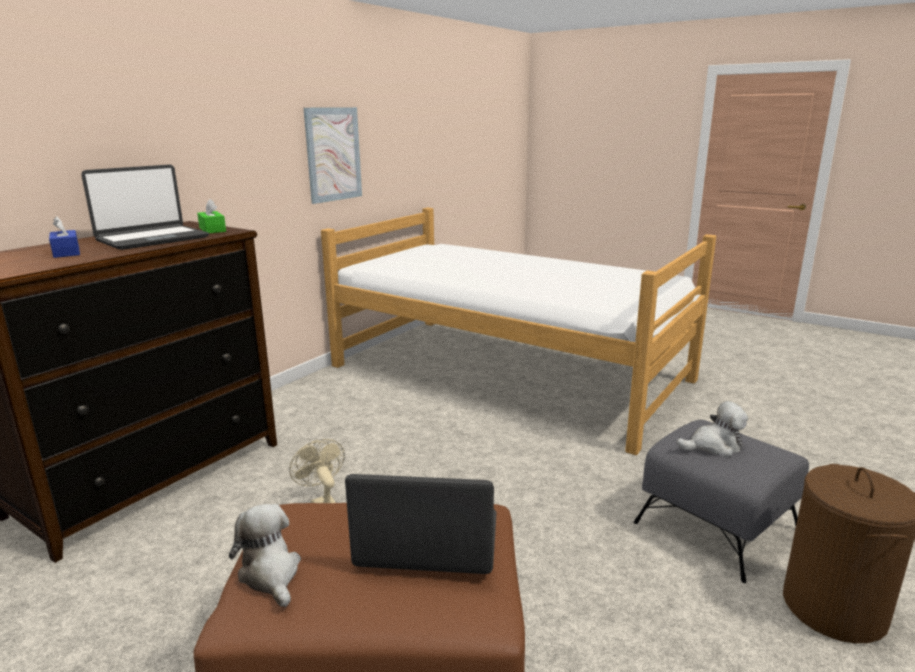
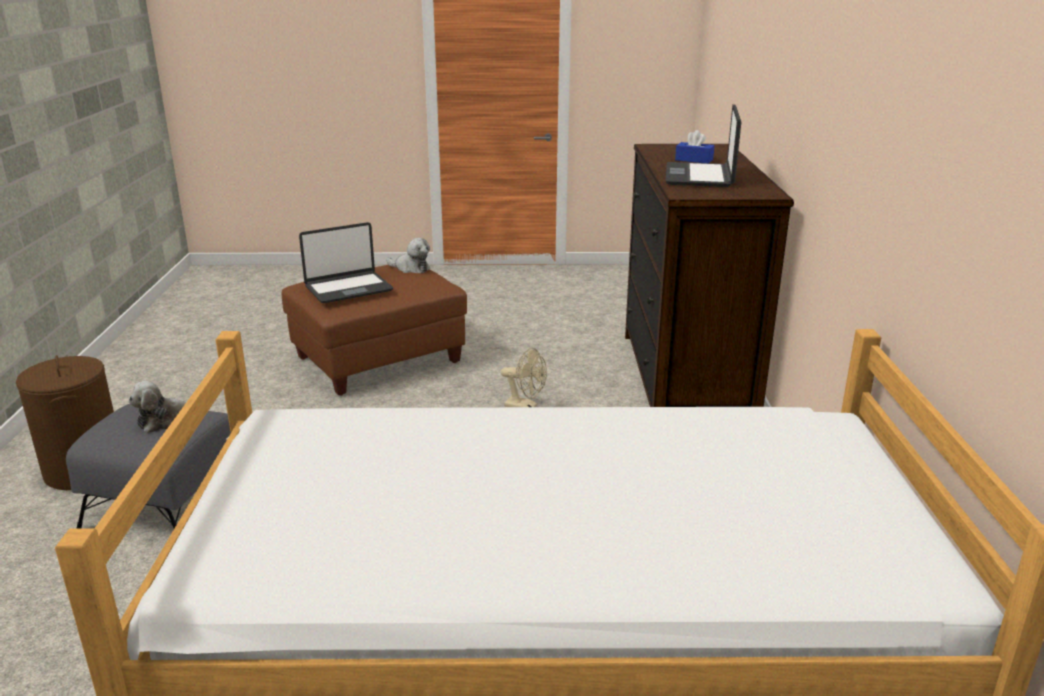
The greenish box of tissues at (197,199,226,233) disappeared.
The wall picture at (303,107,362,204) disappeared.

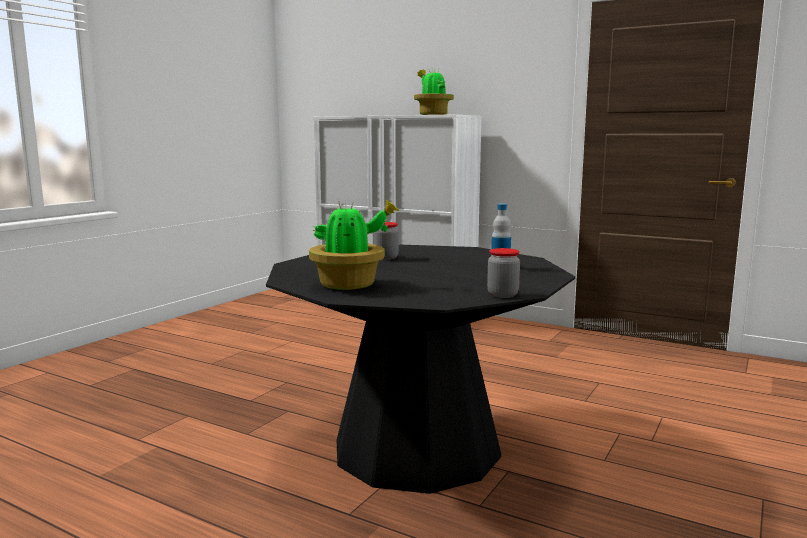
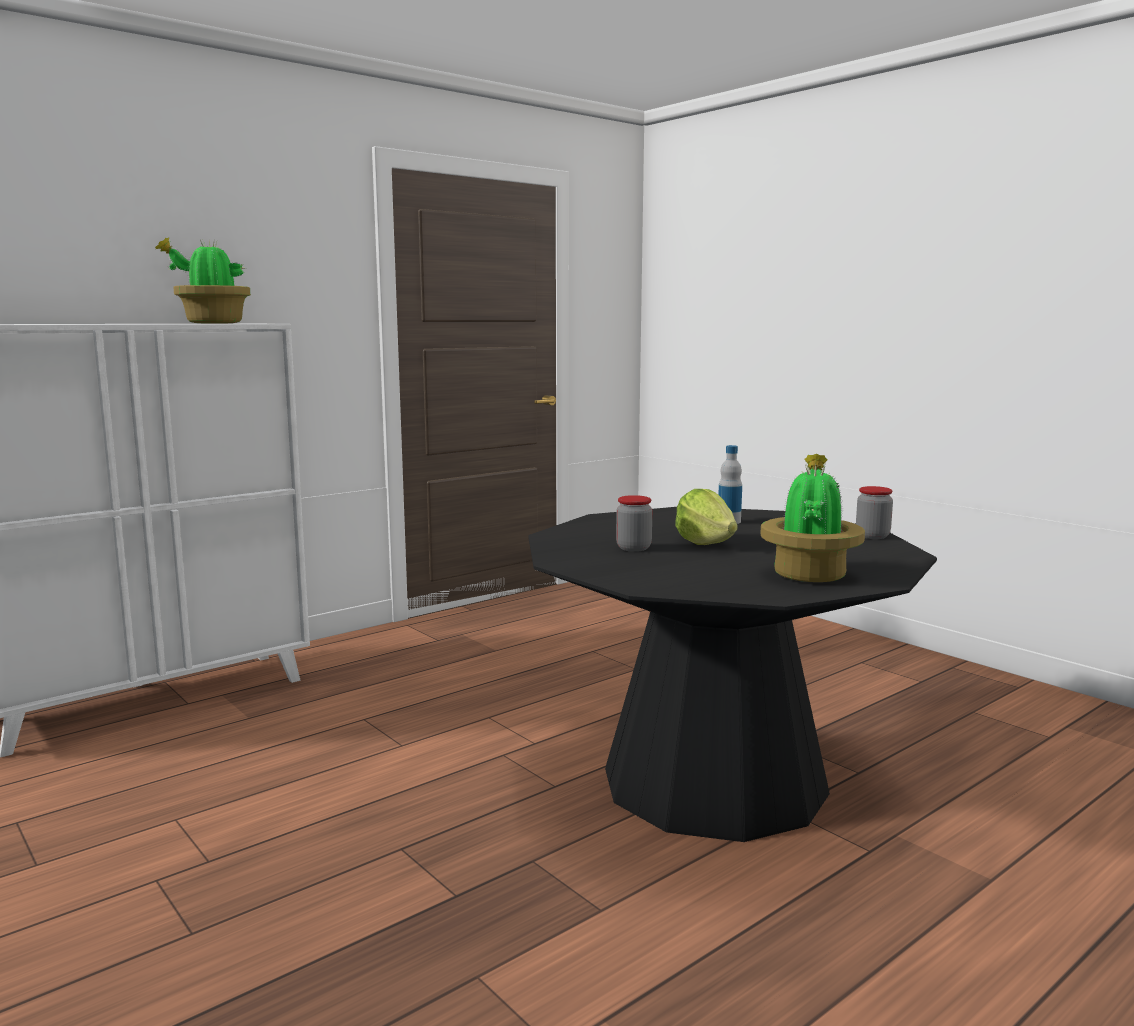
The lettuce at (676,489,738,545) appeared.

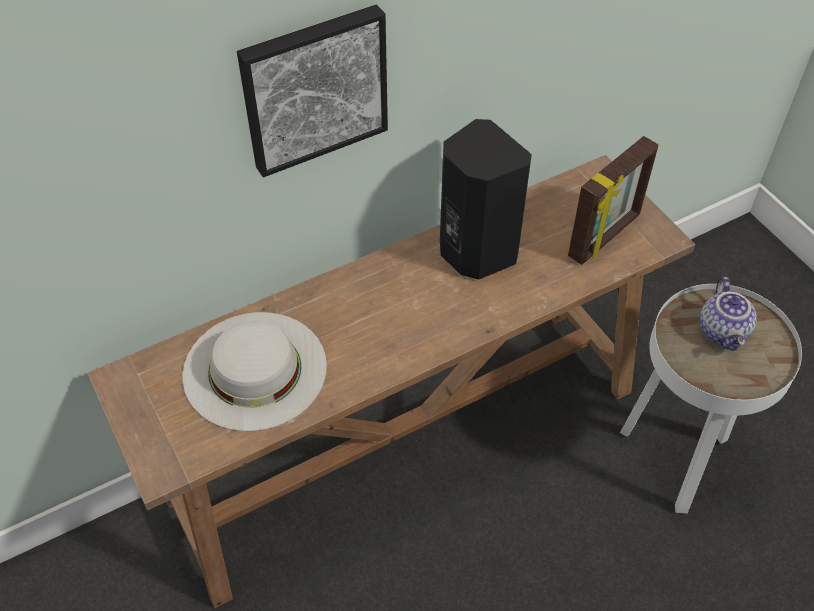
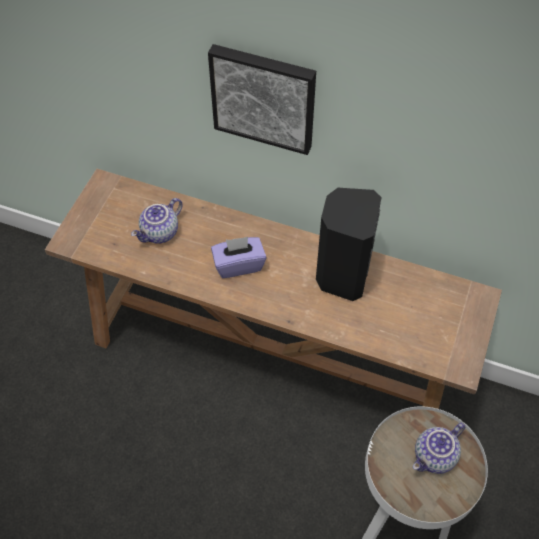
The white-coloured clothing hat at (183,312,327,431) was replaced by the pot for tea at (131,198,183,244).
The picture frame at (568,136,658,265) disappeared.
The purplish box of tissues at (211,237,267,278) appeared.

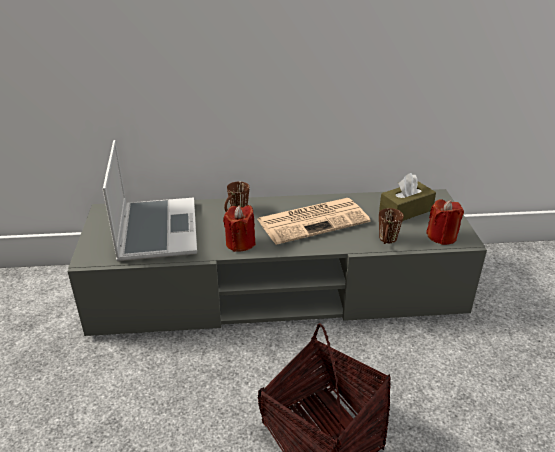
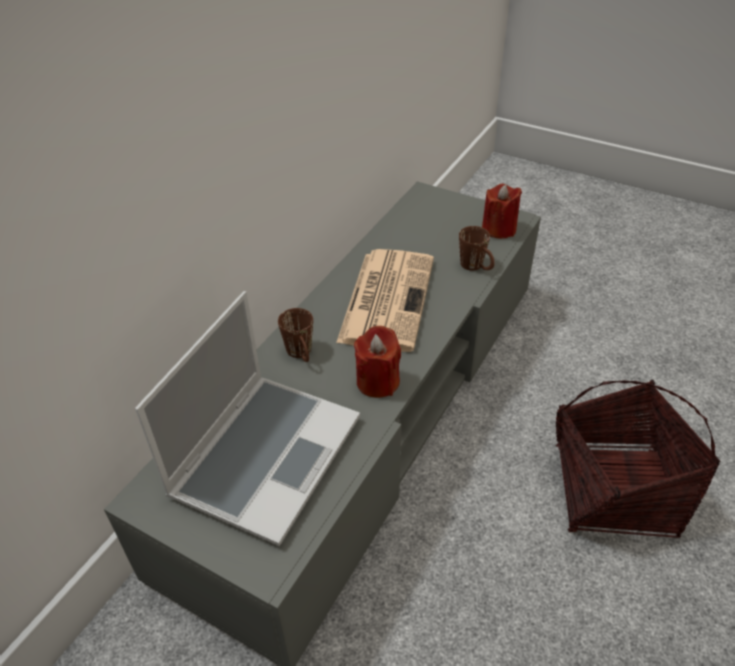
The notebook computer at (103,140,197,261) turned 90 degrees clockwise.
The brownish box of tissues at (379,173,436,221) disappeared.

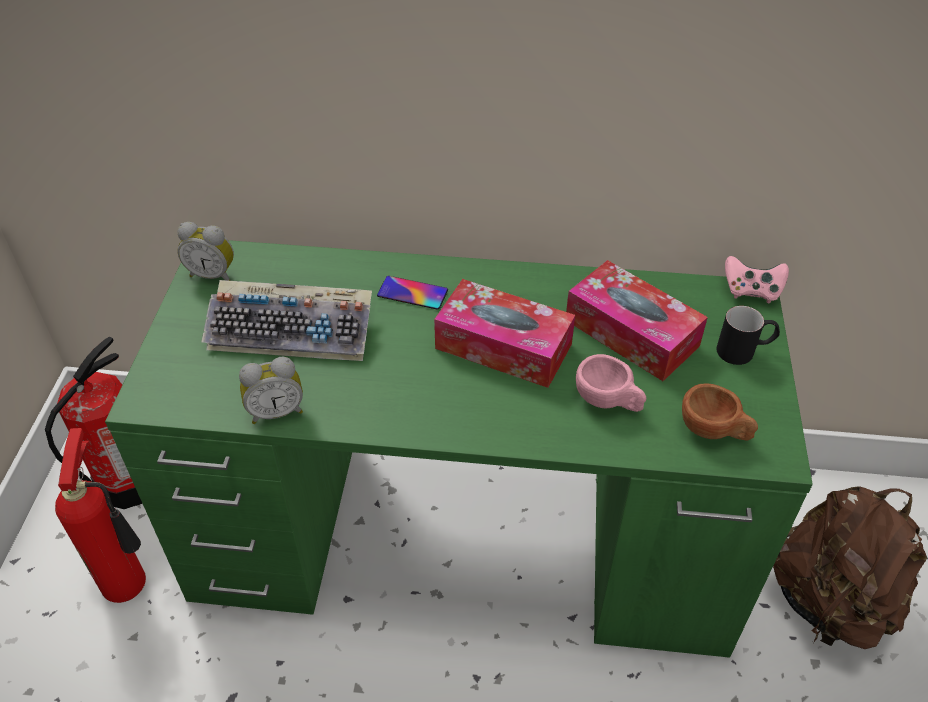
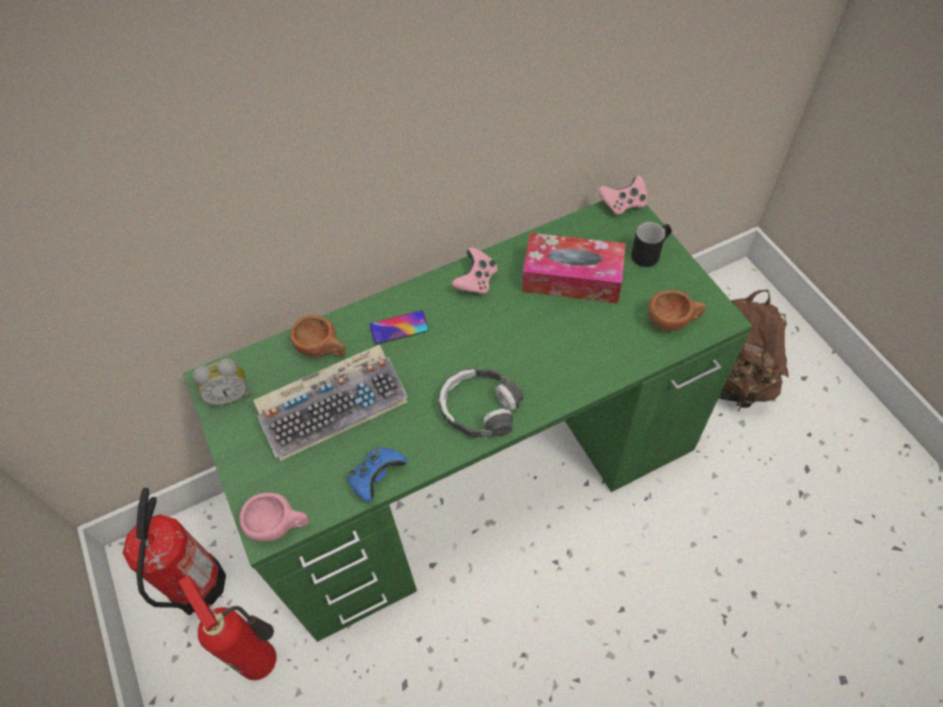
The bedside clock at (239,357,303,424) was replaced by the blue-coloured game controller at (347,447,407,502).
The box of tissues at (434,279,575,388) disappeared.
The pinkish small cup moved from (576,354,646,412) to (239,493,309,541).
The brownish small cup at (290,315,346,357) appeared.
The headset at (438,368,524,438) appeared.
The pinkish game controller at (452,248,498,295) appeared.

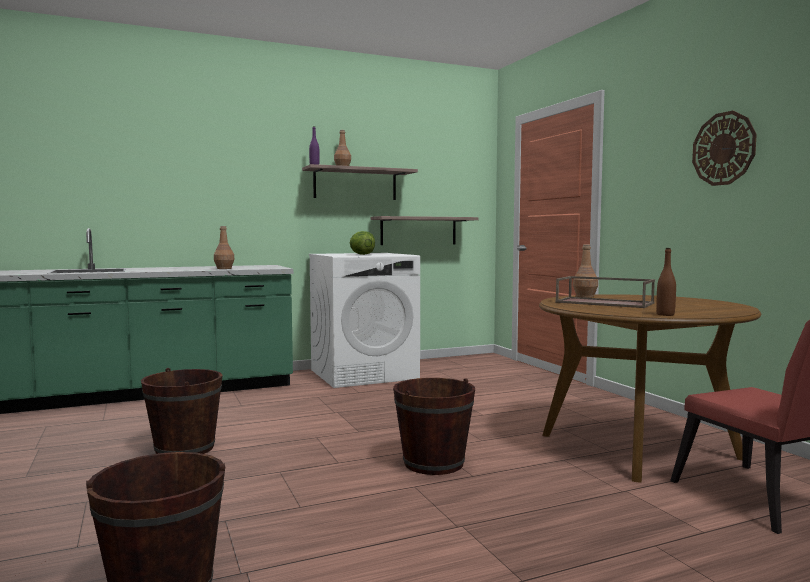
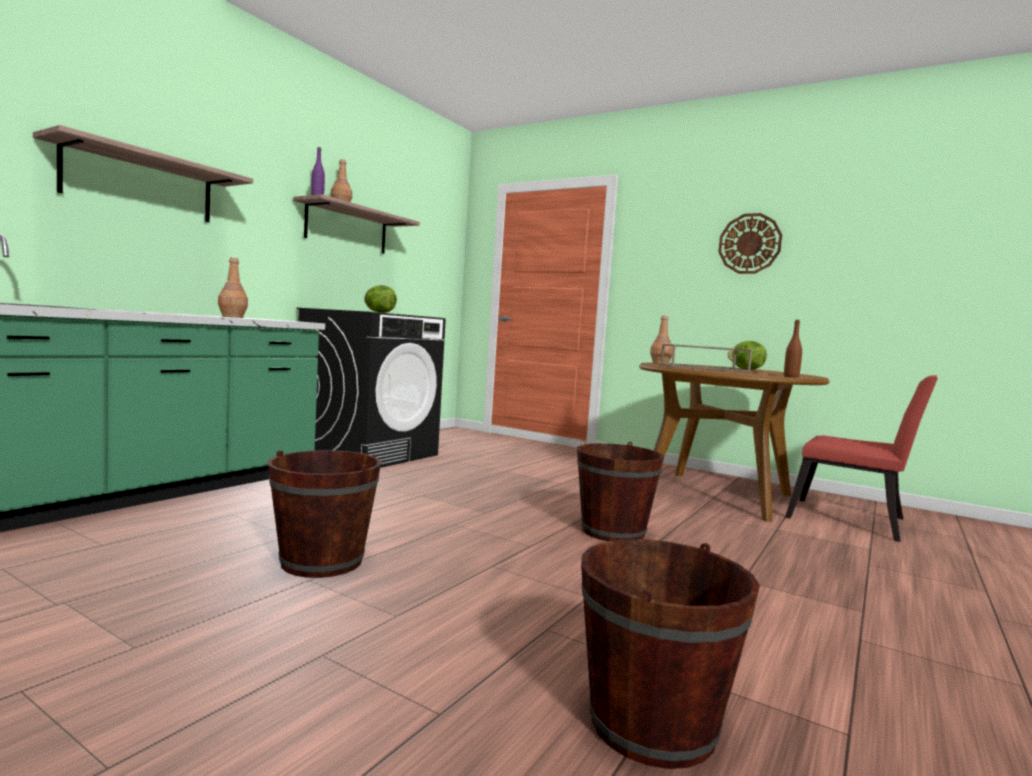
The white-coloured washing machine at (309,253,420,388) became the blackish washing machine at (297,308,446,468).
The wall shelf moved from (370,216,479,245) to (33,125,253,222).
The lettuce at (727,341,767,370) appeared.

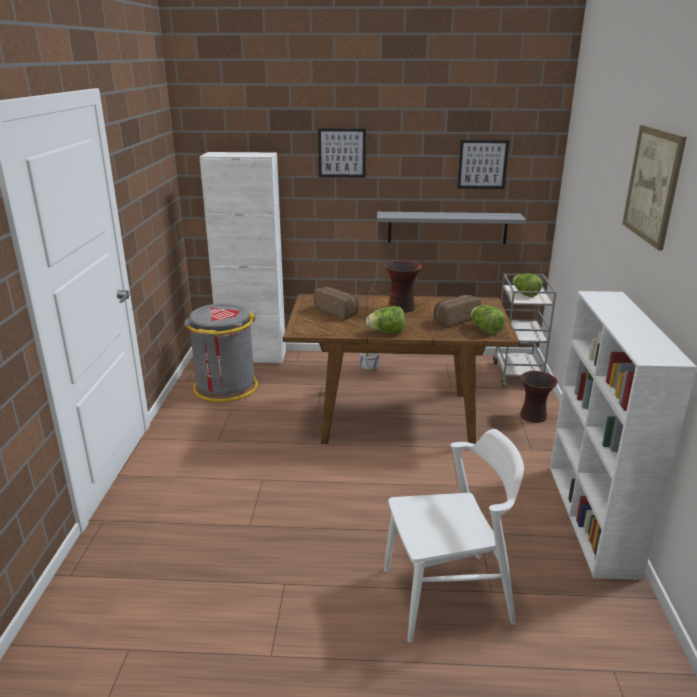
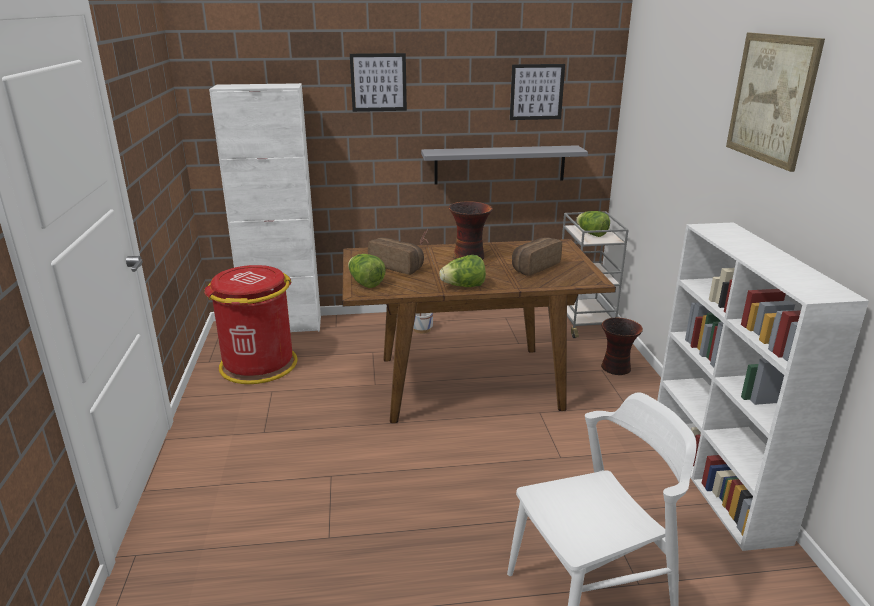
The greyish waste bin at (184,303,258,402) became the red waste bin at (204,265,298,384).
The lettuce moved from (471,305,505,335) to (348,254,386,288).

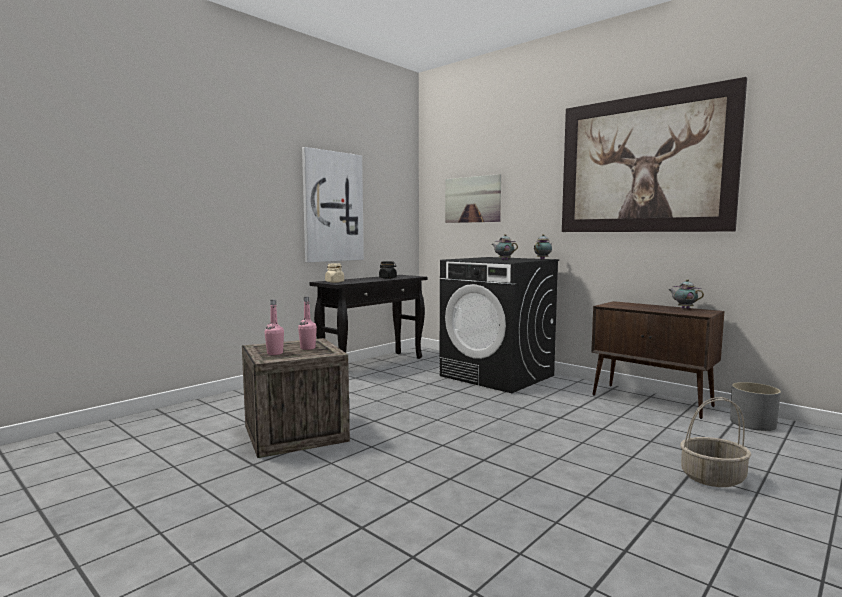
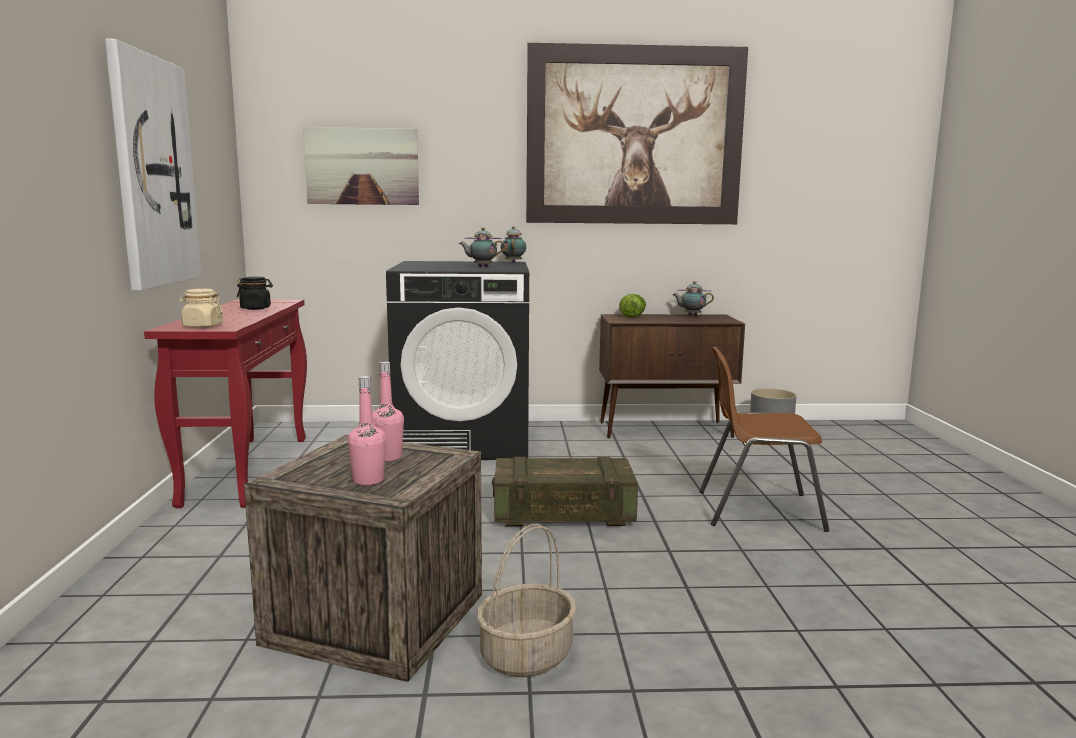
The blackish hall table at (309,275,427,359) became the red hall table at (144,299,307,508).
The basket moved from (680,397,751,487) to (477,524,577,677).
The crate at (492,457,638,526) appeared.
The lettuce at (619,294,646,318) appeared.
The brownish upright chair at (699,347,829,532) appeared.

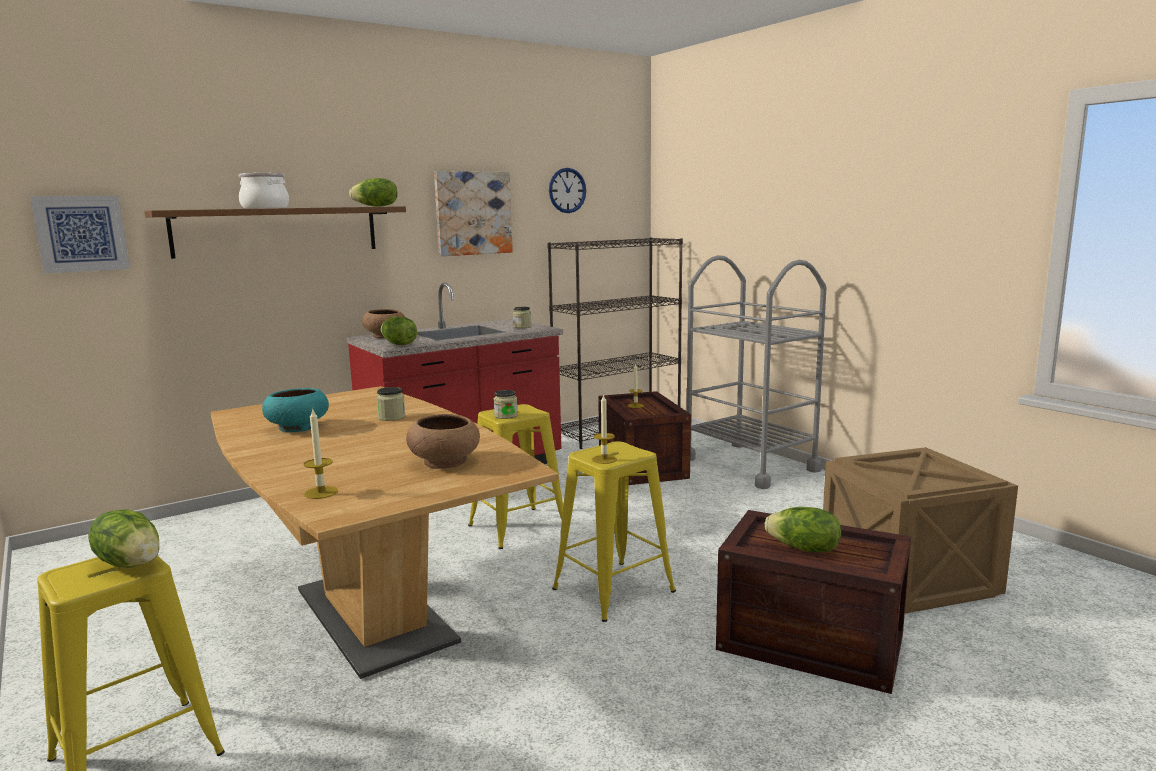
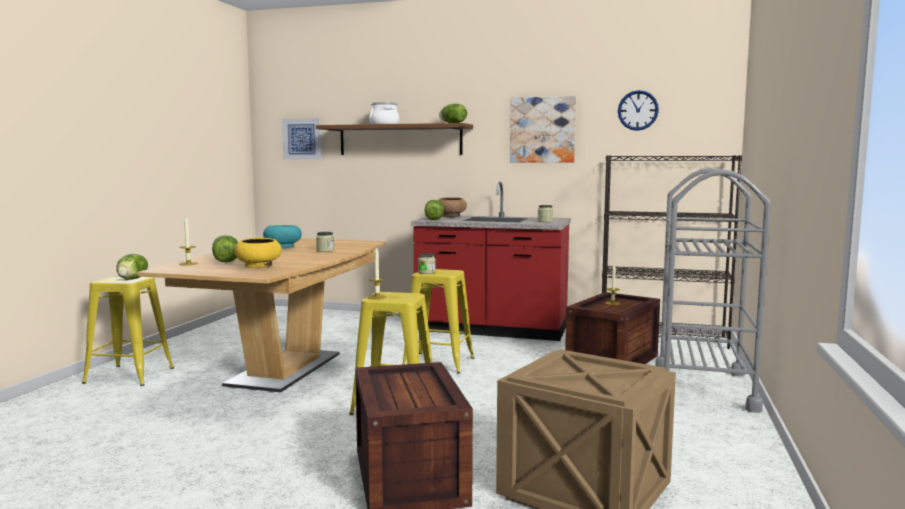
The brownish bowl at (406,414,480,469) became the yellow bowl at (235,238,282,268).
The lettuce moved from (765,507,841,552) to (212,235,238,263).

